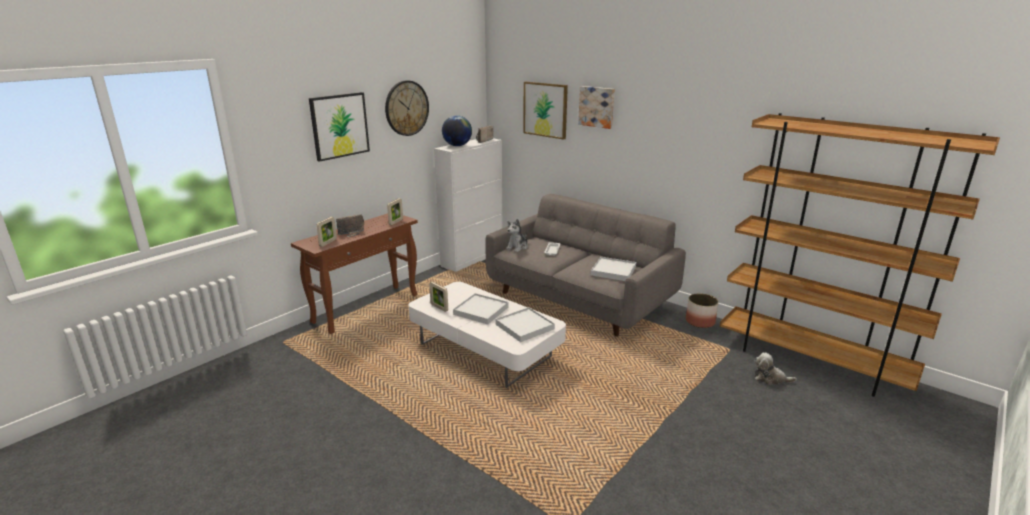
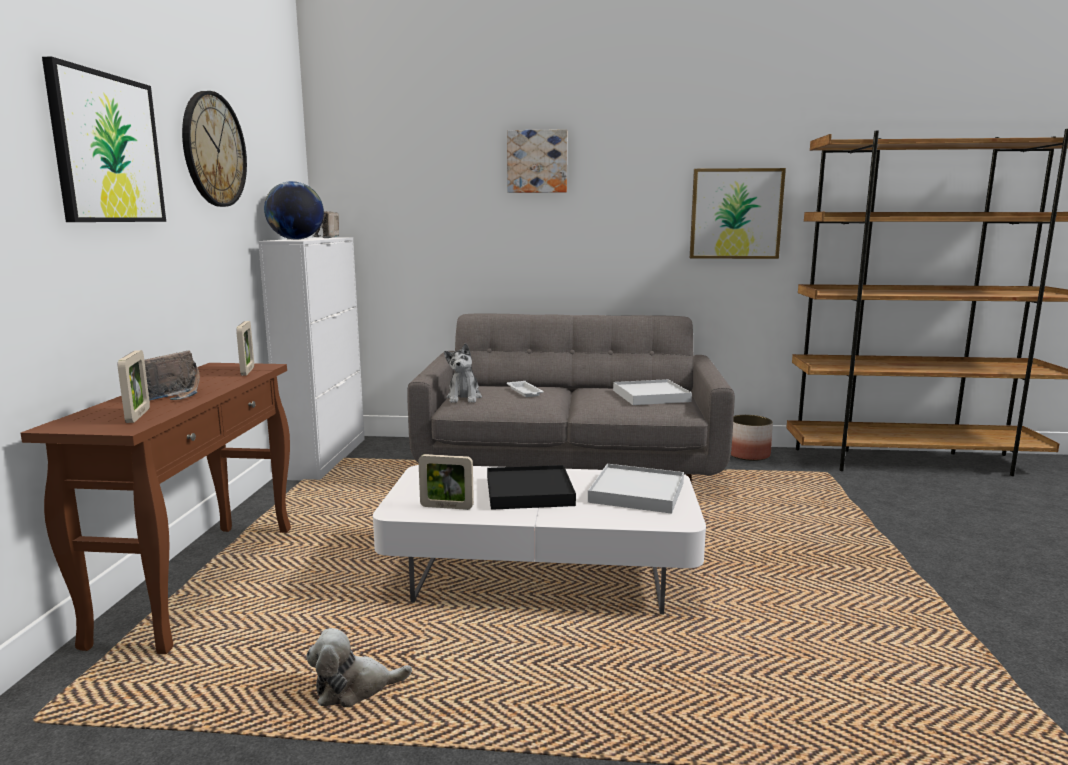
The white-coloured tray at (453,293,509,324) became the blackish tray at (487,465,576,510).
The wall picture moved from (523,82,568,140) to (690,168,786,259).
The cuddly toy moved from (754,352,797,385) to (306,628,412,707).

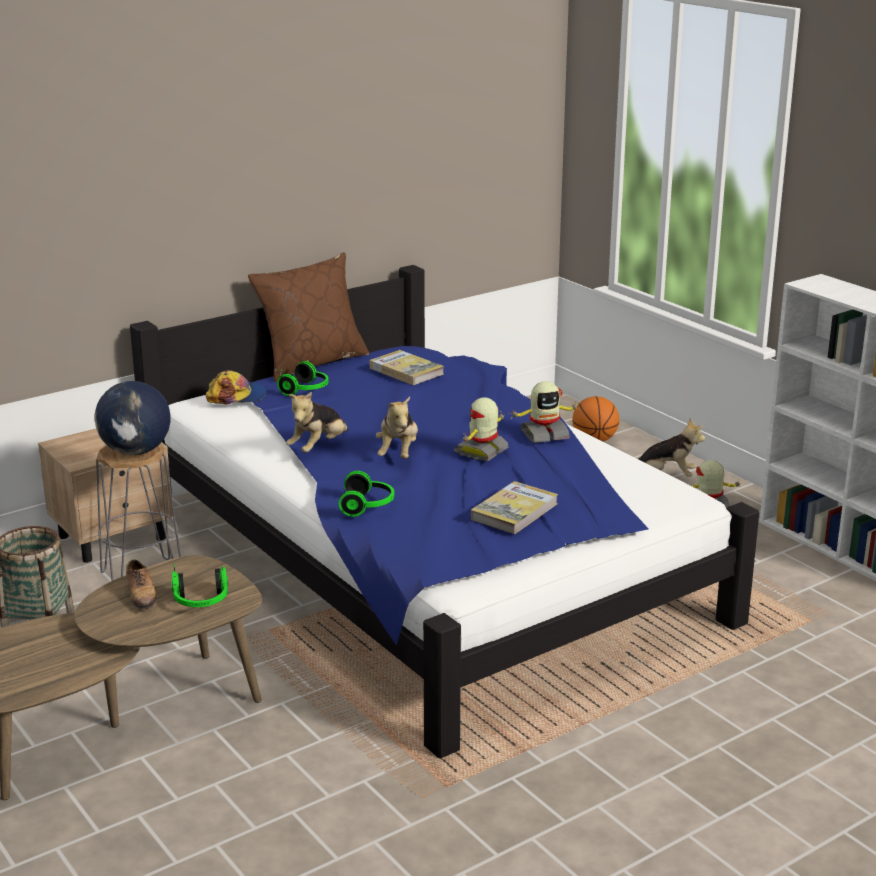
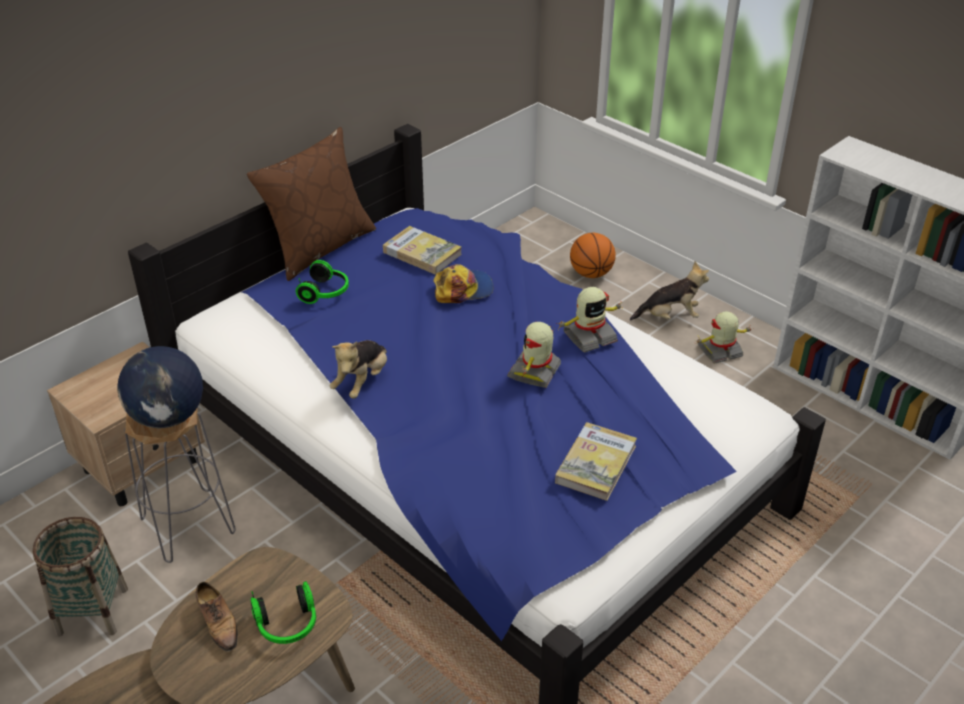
The baseball cap moved from (206,370,266,404) to (433,264,493,303).
The headset at (339,471,394,517) disappeared.
The cuddly toy at (376,396,418,459) disappeared.

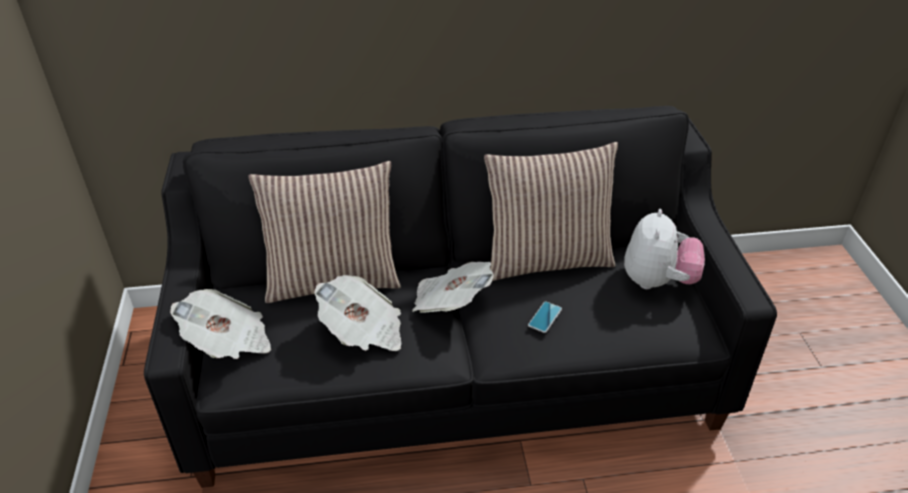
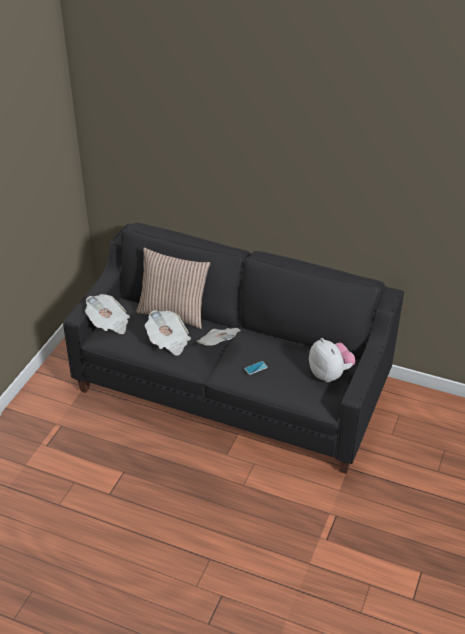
The throw pillow at (484,142,618,281) disappeared.
The cuddly toy at (624,209,705,289) turned 75 degrees counterclockwise.

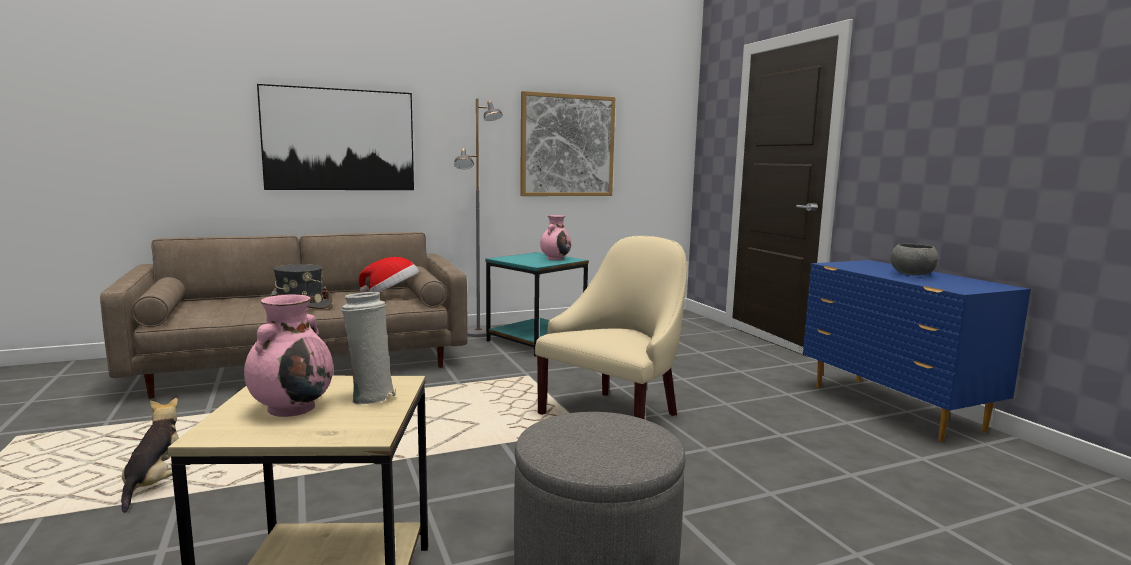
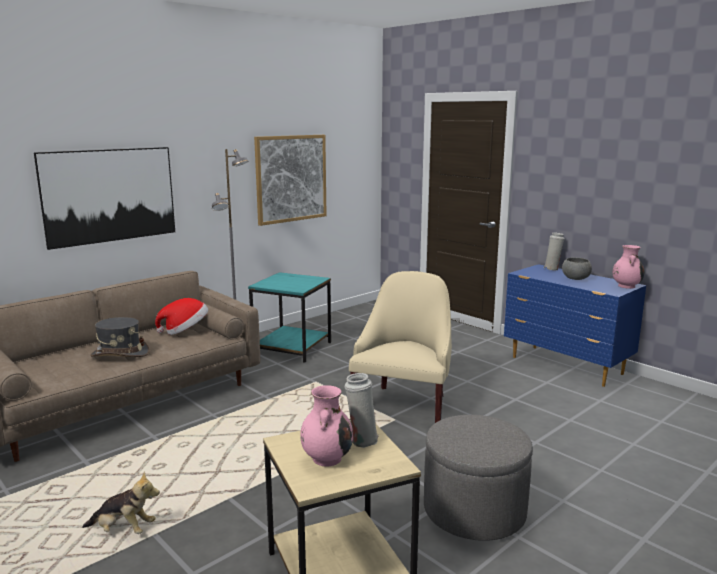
The cuddly toy at (121,398,179,513) turned 120 degrees clockwise.
The pinkish decorative vase moved from (540,215,571,260) to (613,245,644,289).
The white-coloured decorative vase at (544,232,565,271) appeared.

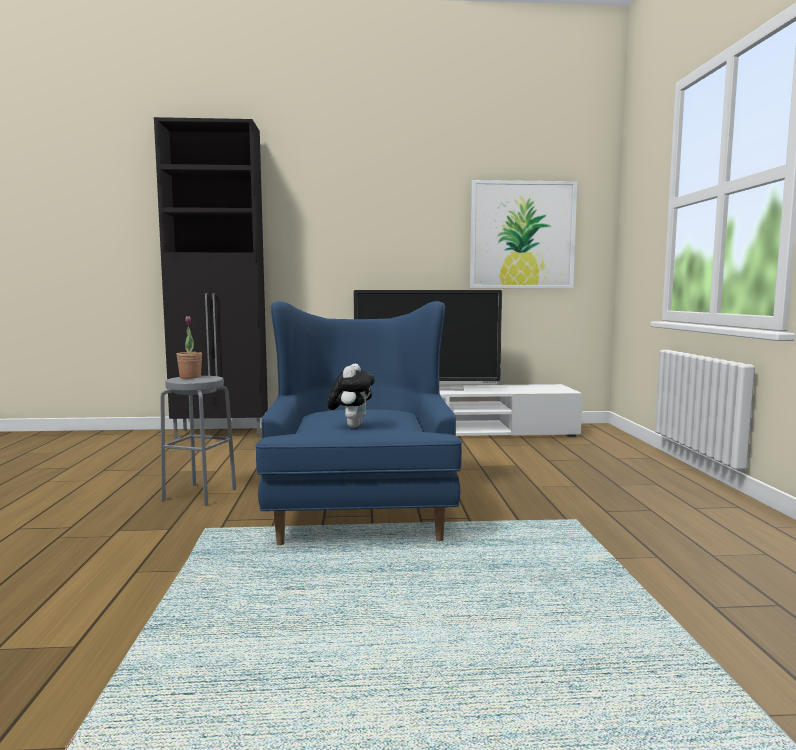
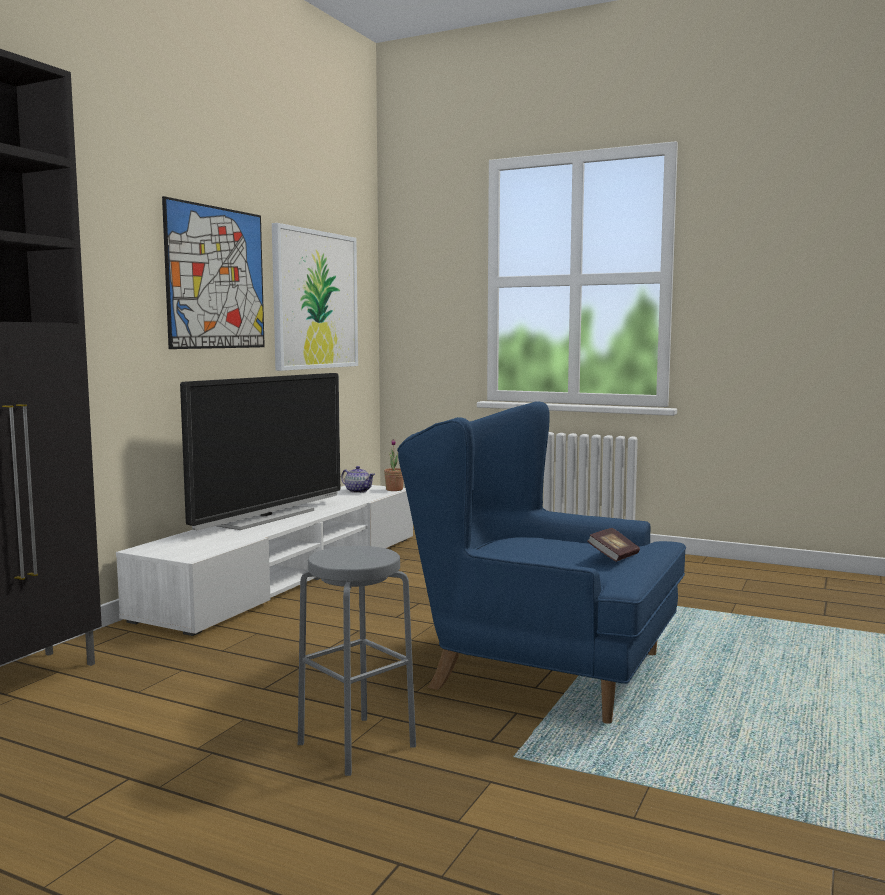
The plant in a pot moved from (177,316,202,379) to (384,439,404,491).
The cuddly toy at (327,363,375,428) was replaced by the bound book at (587,528,640,562).
The wall picture at (162,196,265,349) appeared.
The pot for tea at (341,466,375,493) appeared.

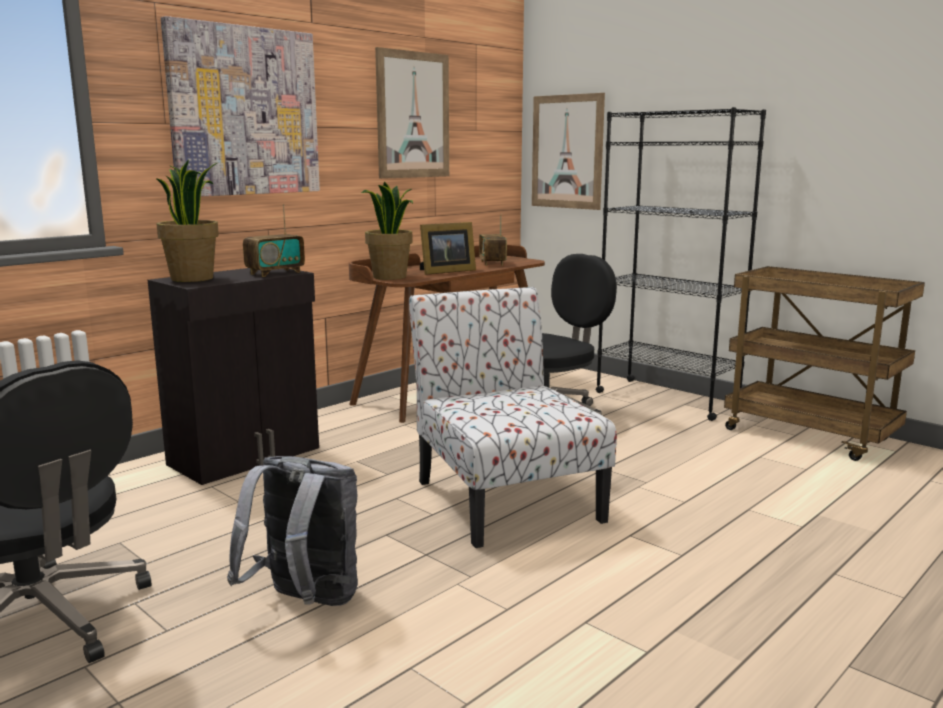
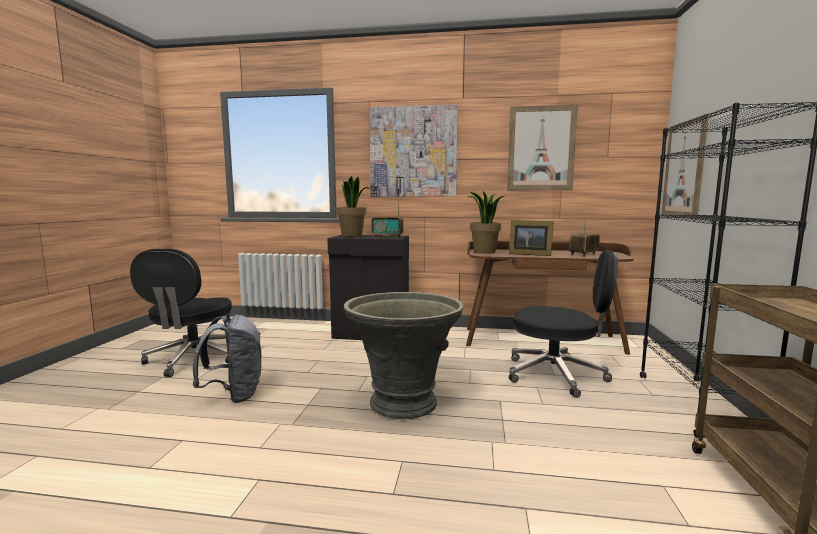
The upright chair at (409,287,617,548) was replaced by the greyish planter at (344,292,464,419).

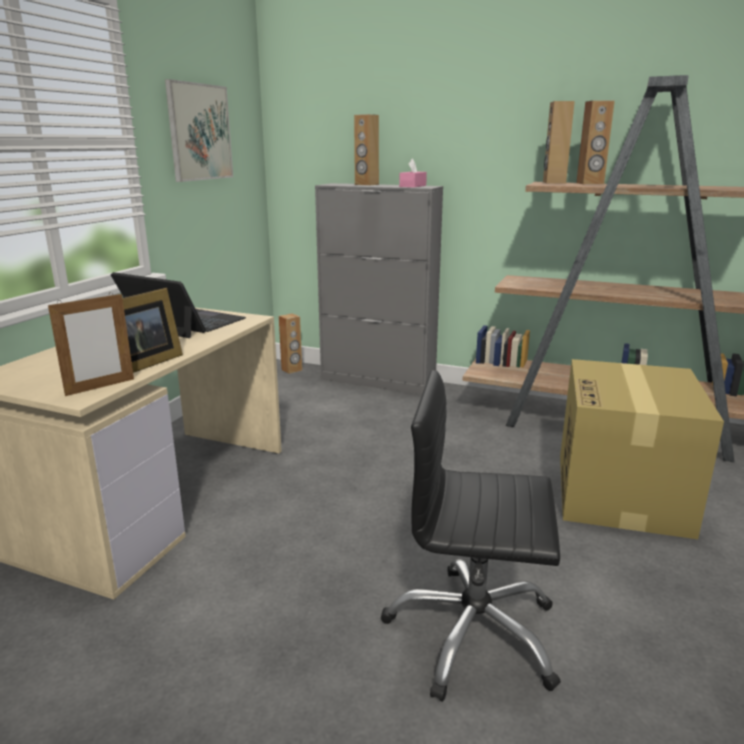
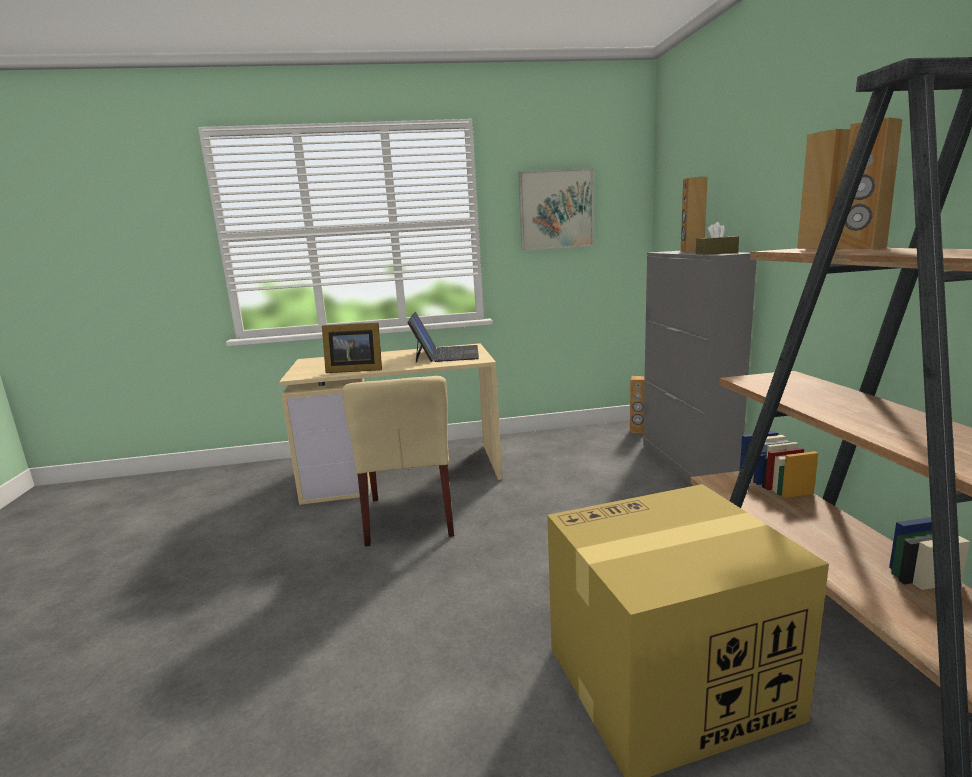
The picture frame at (48,292,134,396) disappeared.
The blackish desk chair at (381,370,561,702) disappeared.
The pinkish box of tissues at (399,158,427,188) became the brownish box of tissues at (696,222,739,255).
The beige upright chair at (342,376,454,547) appeared.

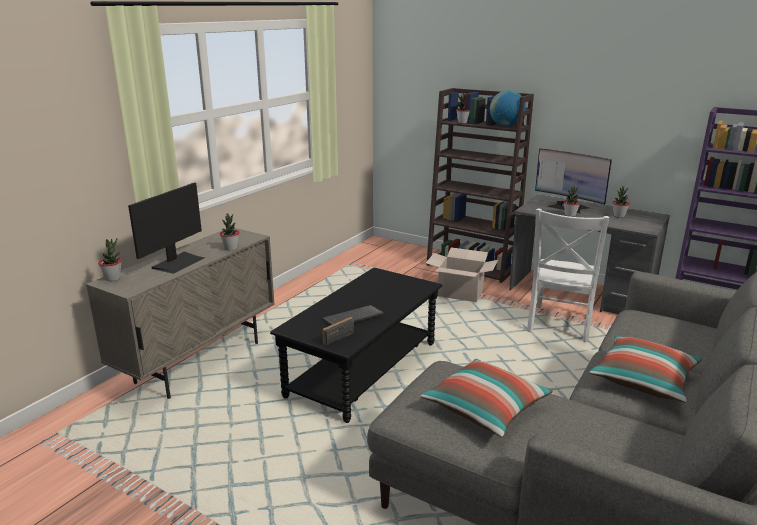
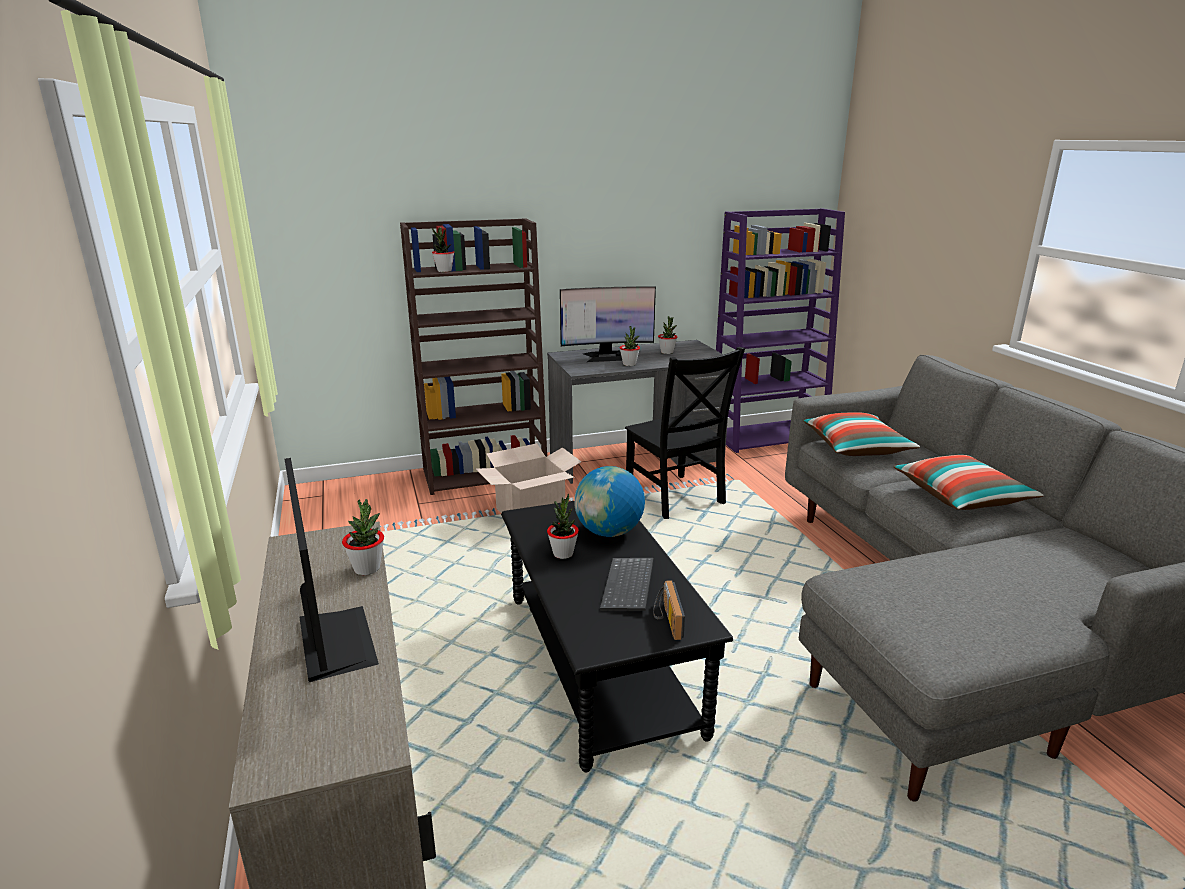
The plant in a pot moved from (98,239,122,281) to (547,494,579,559).
The throw pillow moved from (420,359,553,437) to (803,412,920,456).
The world globe moved from (490,90,526,127) to (574,466,645,537).
The white-coloured upright chair at (527,208,609,342) became the blackish upright chair at (625,347,745,519).

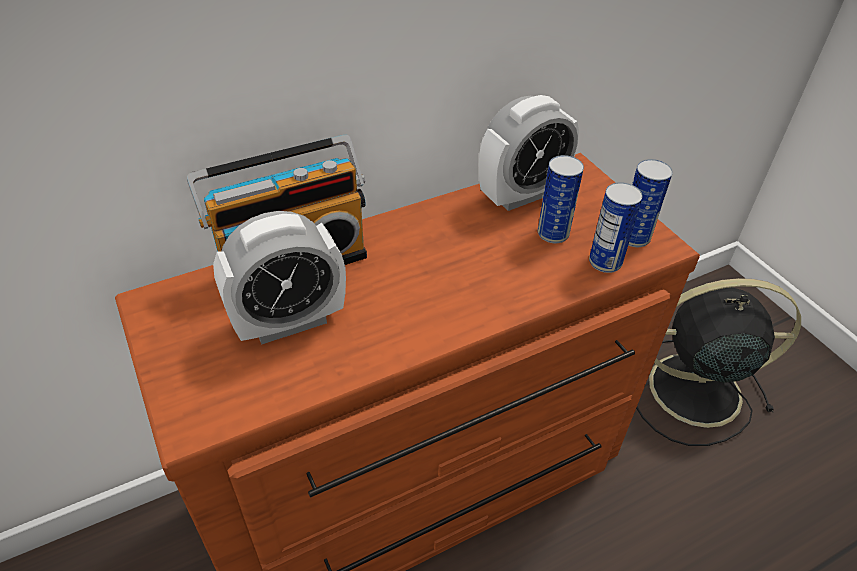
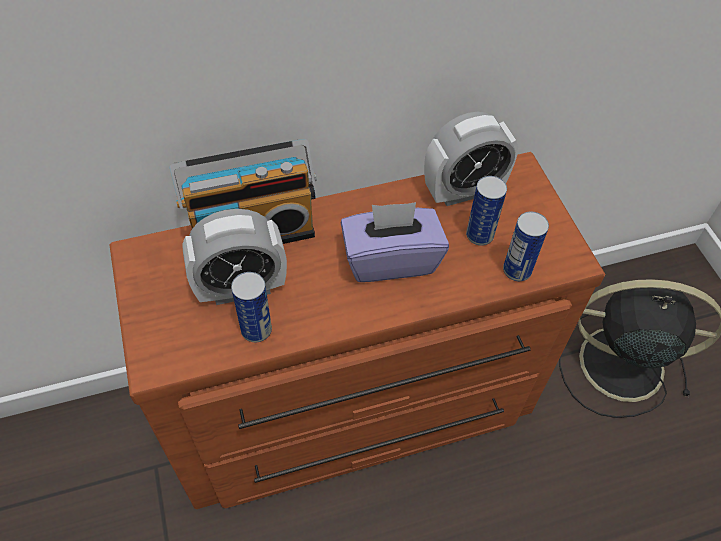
The sealed can moved from (628,159,673,247) to (231,272,272,342).
The purplish box of tissues at (341,202,449,282) appeared.

